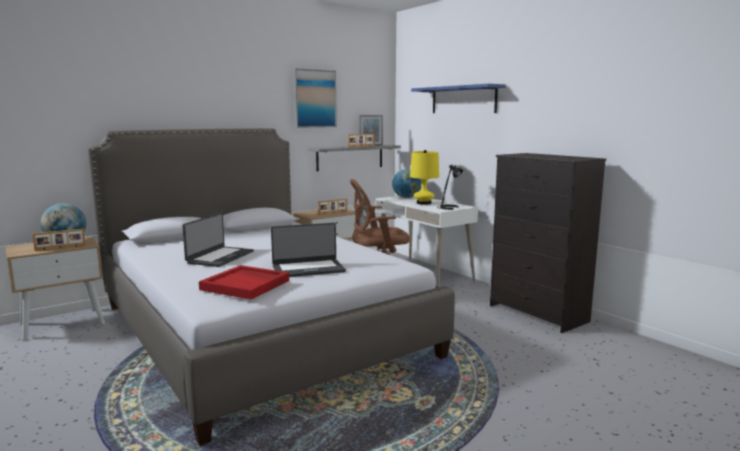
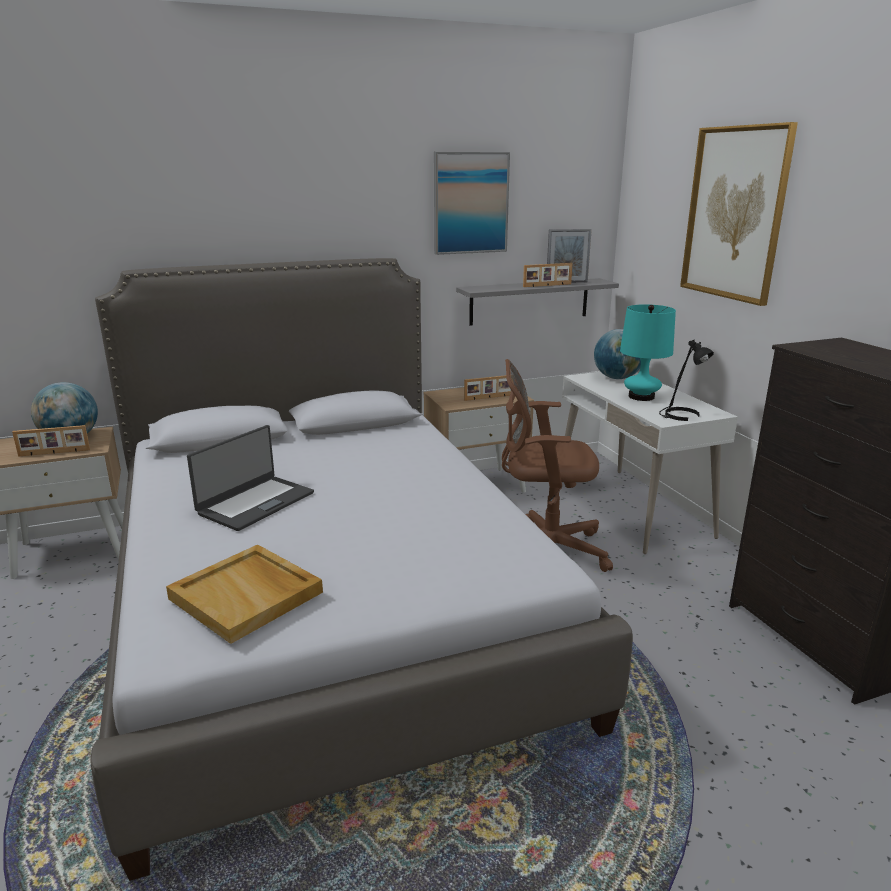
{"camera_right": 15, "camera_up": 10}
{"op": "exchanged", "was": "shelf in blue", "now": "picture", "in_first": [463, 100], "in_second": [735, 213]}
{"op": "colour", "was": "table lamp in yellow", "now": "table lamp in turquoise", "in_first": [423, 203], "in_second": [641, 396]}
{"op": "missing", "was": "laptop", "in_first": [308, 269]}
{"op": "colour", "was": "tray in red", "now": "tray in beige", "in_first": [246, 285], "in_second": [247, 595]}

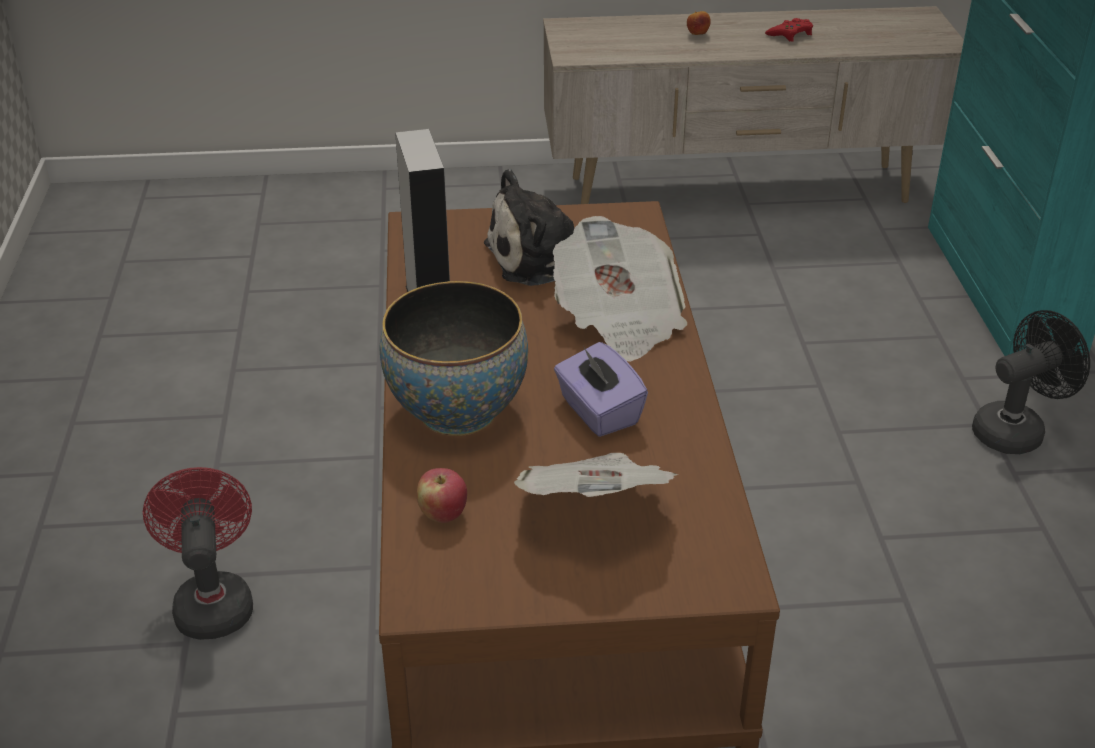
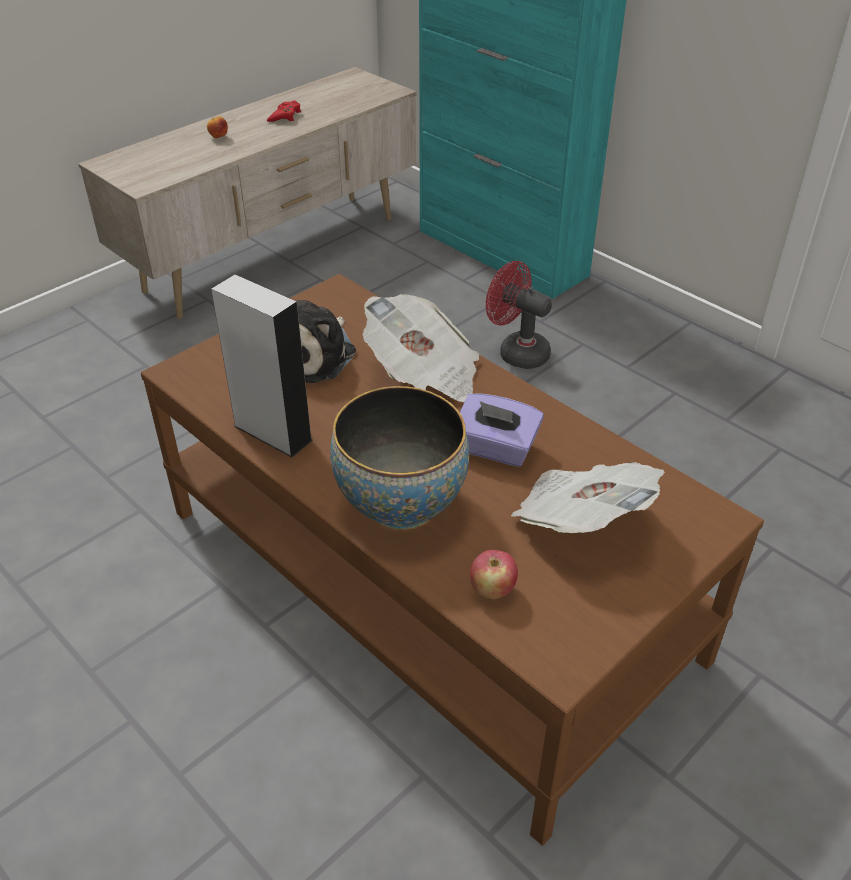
{"camera_right": -40, "camera_up": 5}
{"op": "missing", "was": "fan in black", "in_first": [1016, 430]}
{"op": "relocated", "was": "fan in red", "in_first": [213, 601], "in_second": [517, 351]}

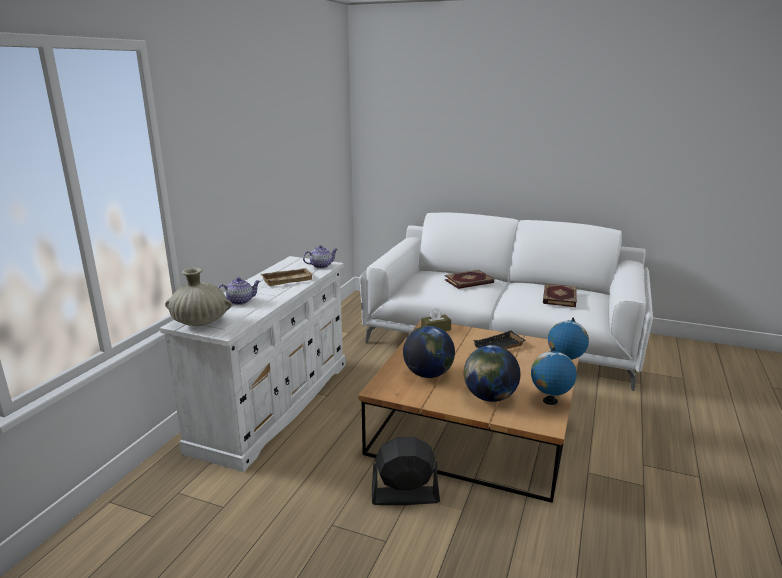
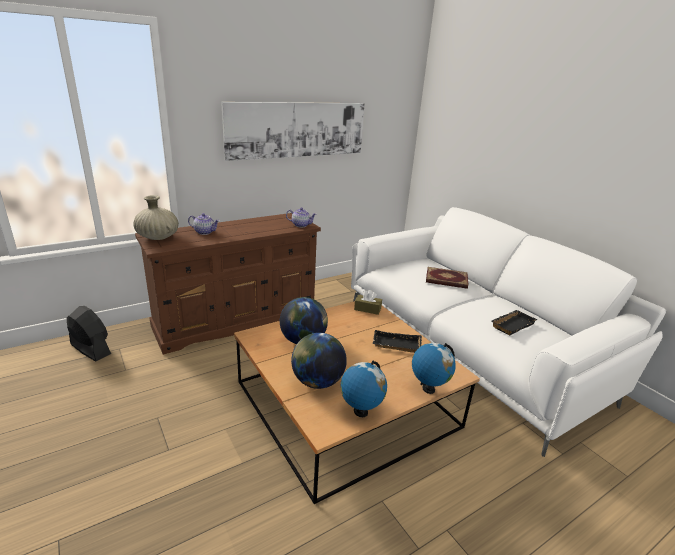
{"camera_right": 35, "camera_up": 5}
{"op": "colour", "was": "dresser in white", "now": "dresser in brown", "in_first": [274, 403], "in_second": [237, 319]}
{"op": "missing", "was": "tray in beige", "in_first": [287, 279]}
{"op": "exchanged", "was": "book", "now": "tray in black", "in_first": [558, 297], "in_second": [511, 324]}
{"op": "relocated", "was": "fan in black", "in_first": [405, 496], "in_second": [90, 349]}
{"op": "appeared", "now": "picture", "in_second": [297, 129]}

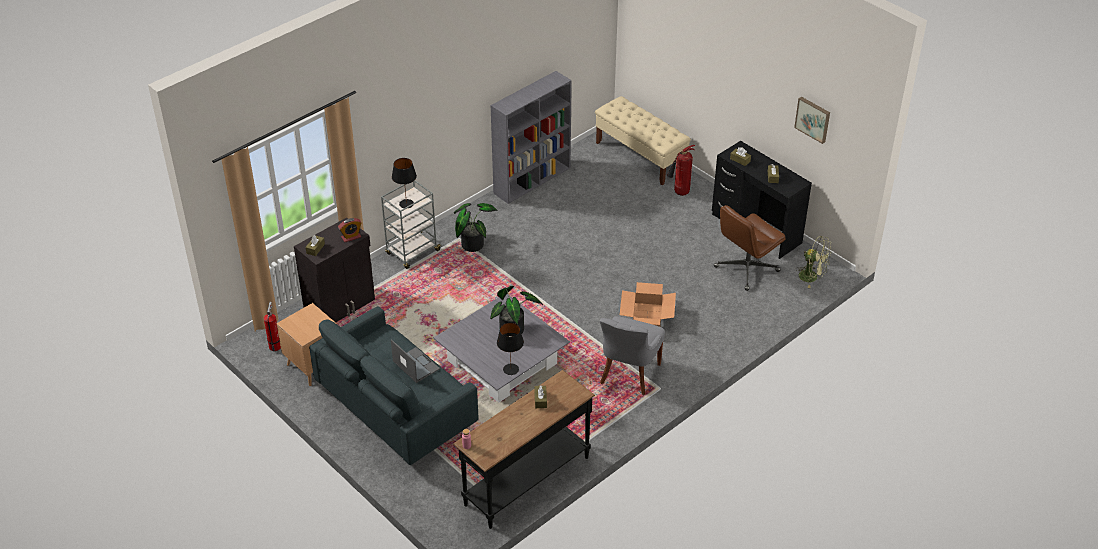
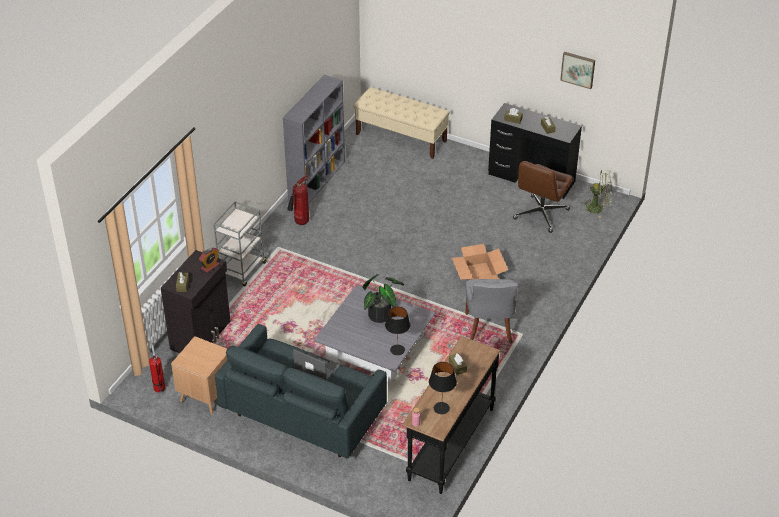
{"camera_right": -20, "camera_up": 0}
{"op": "relocated", "was": "fire extinguisher", "in_first": [680, 193], "in_second": [300, 223]}
{"op": "relocated", "was": "table lamp in black", "in_first": [406, 203], "in_second": [441, 408]}
{"op": "missing", "was": "potted plant", "in_first": [472, 243]}

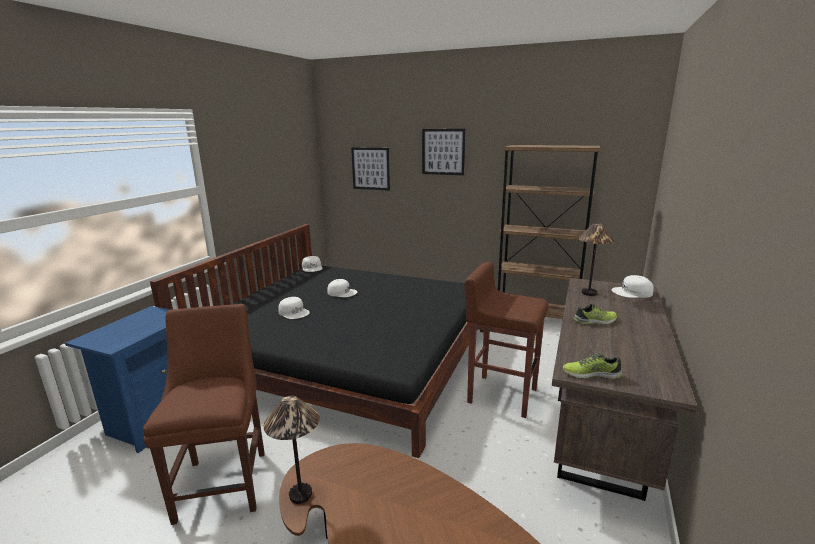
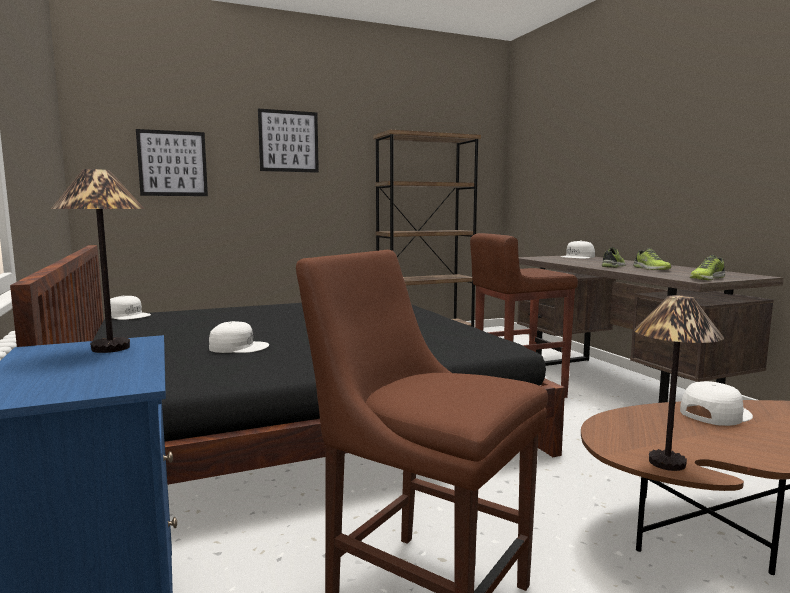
{"camera_right": -45, "camera_up": -10}
{"op": "relocated", "was": "table lamp", "in_first": [588, 293], "in_second": [110, 348]}
{"op": "relocated", "was": "cap in white", "in_first": [342, 292], "in_second": [714, 413]}
{"op": "appeared", "now": "shoe", "in_second": [650, 269]}

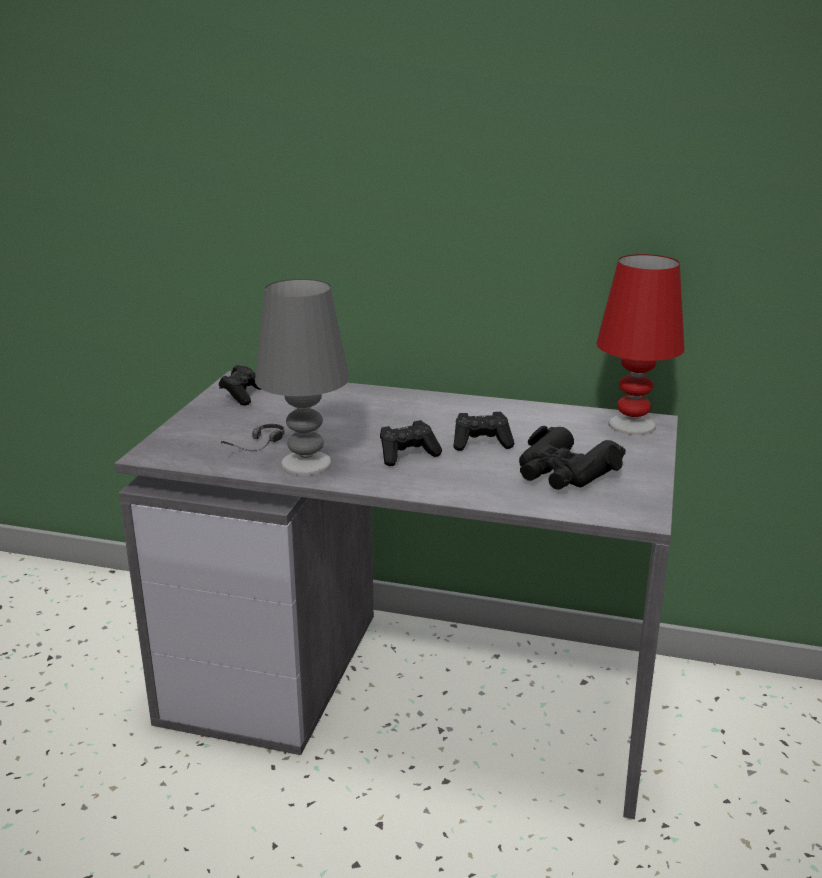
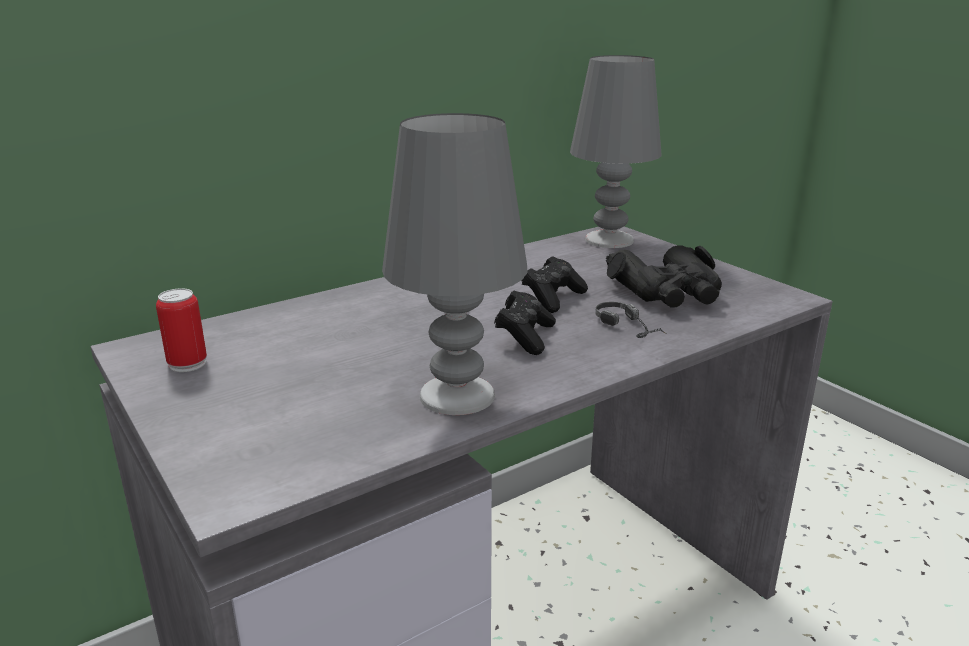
{"camera_right": -50, "camera_up": 0}
{"op": "colour", "was": "table lamp in red", "now": "table lamp in grey", "in_first": [631, 425], "in_second": [609, 240]}
{"op": "exchanged", "was": "game controller in black", "now": "can", "in_first": [243, 395], "in_second": [187, 363]}
{"op": "relocated", "was": "headphones", "in_first": [256, 448], "in_second": [636, 332]}

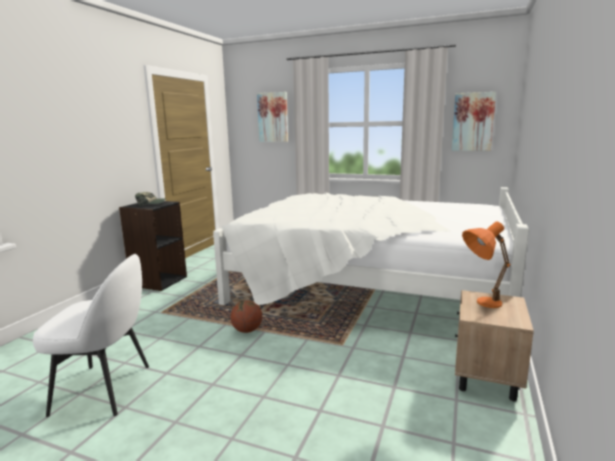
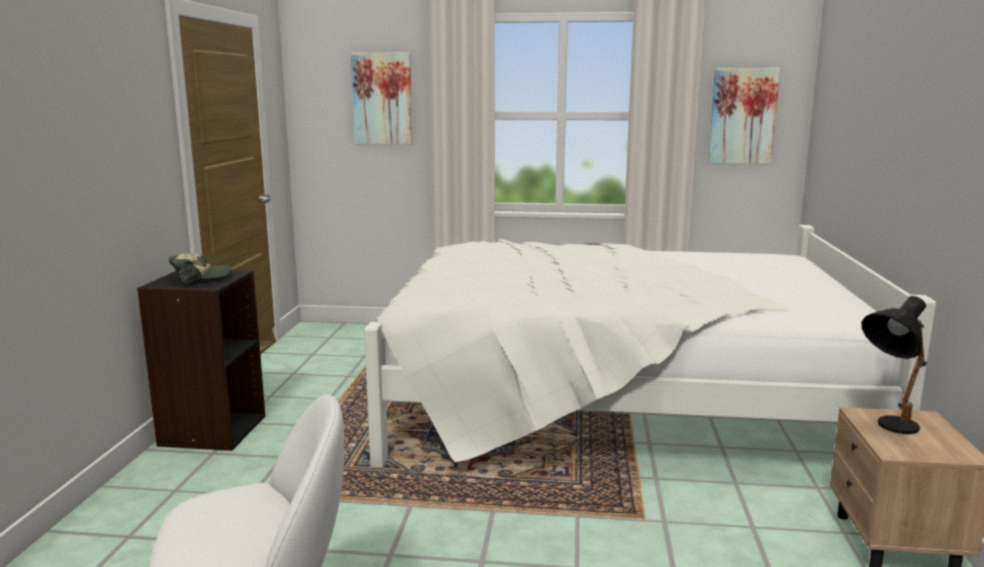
{"camera_right": -15, "camera_up": 0}
{"op": "colour", "was": "table lamp in orange", "now": "table lamp in black", "in_first": [480, 303], "in_second": [888, 428]}
{"op": "missing", "was": "basketball", "in_first": [247, 330]}

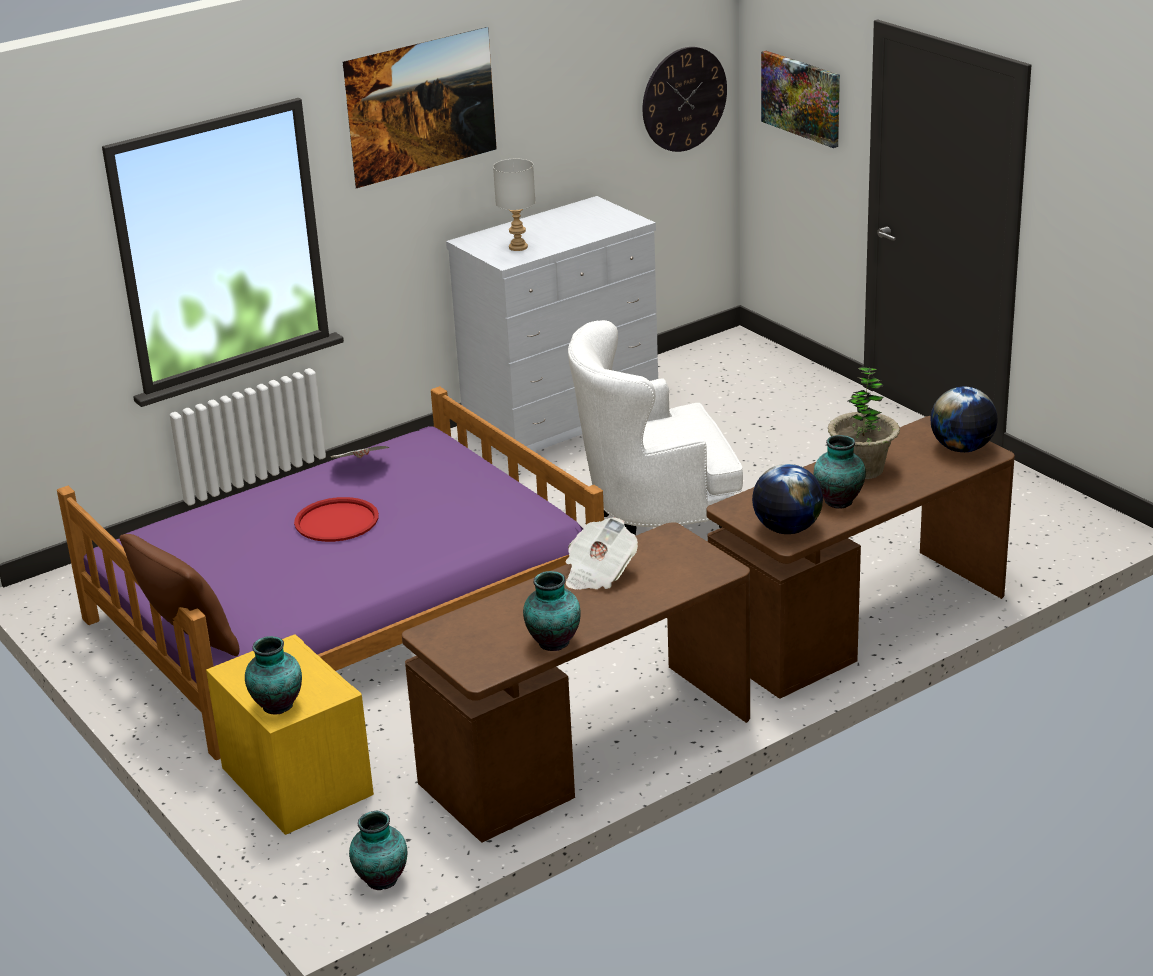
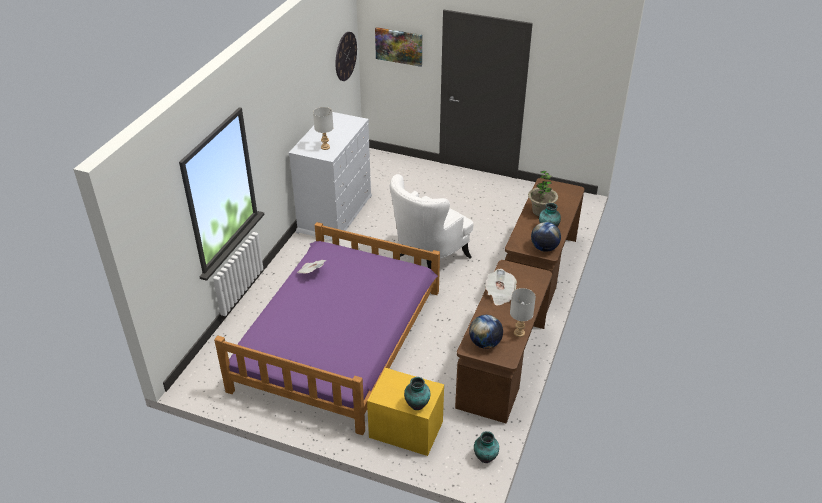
{"camera_right": -35, "camera_up": 10}
{"op": "missing", "was": "picture", "in_first": [424, 138]}
{"op": "relocated", "was": "globe", "in_first": [962, 448], "in_second": [485, 343]}
{"op": "missing", "was": "tray in red", "in_first": [336, 521]}
{"op": "missing", "was": "pillow in brown", "in_first": [188, 642]}
{"op": "exchanged", "was": "vase", "now": "table lamp in grey", "in_first": [553, 643], "in_second": [519, 333]}

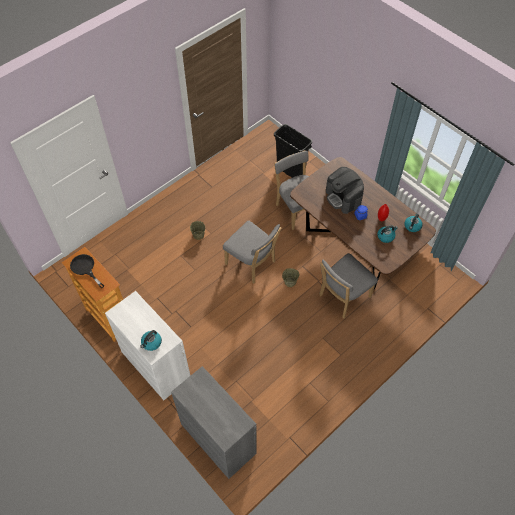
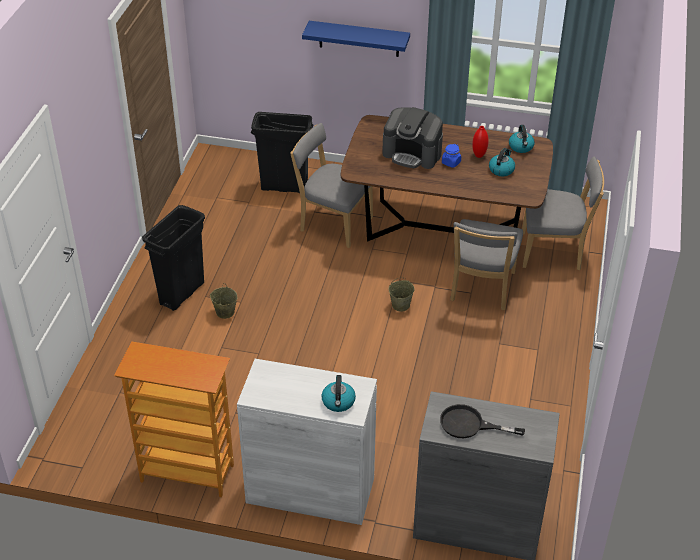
{"camera_right": -35, "camera_up": -15}
{"op": "relocated", "was": "chair in grey", "in_first": [252, 264], "in_second": [554, 252]}
{"op": "relocated", "was": "frying pan in black", "in_first": [85, 268], "in_second": [469, 425]}
{"op": "appeared", "now": "shelf in blue", "in_second": [359, 39]}
{"op": "appeared", "now": "trash can in black", "in_second": [182, 293]}

